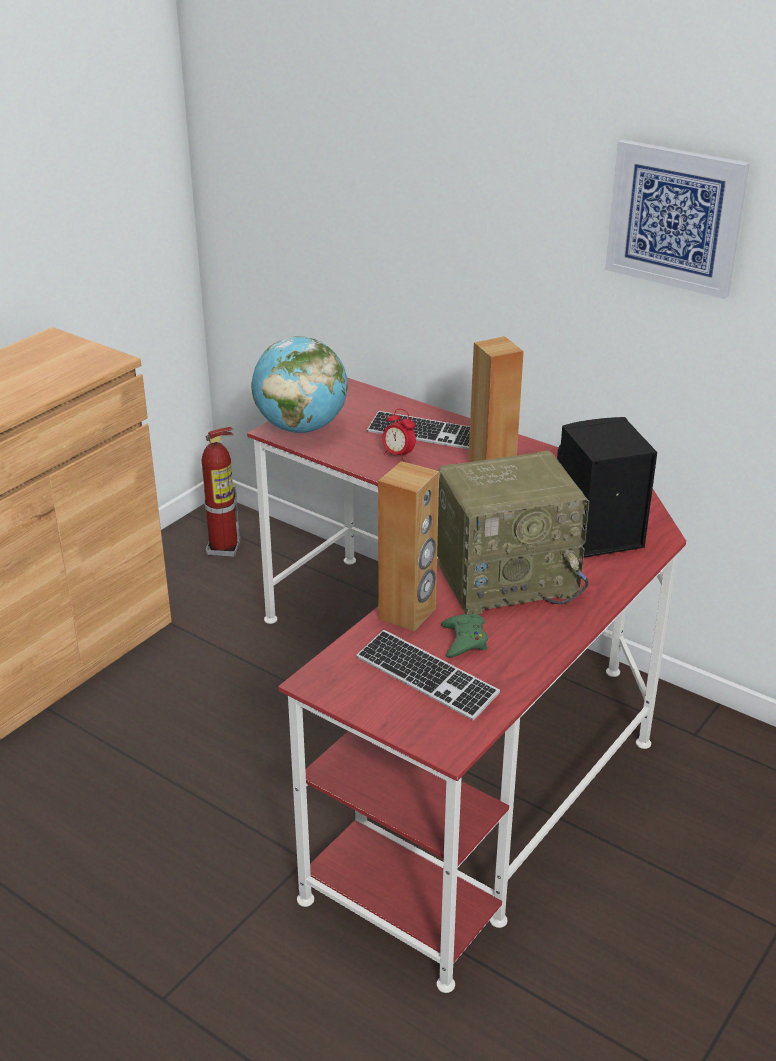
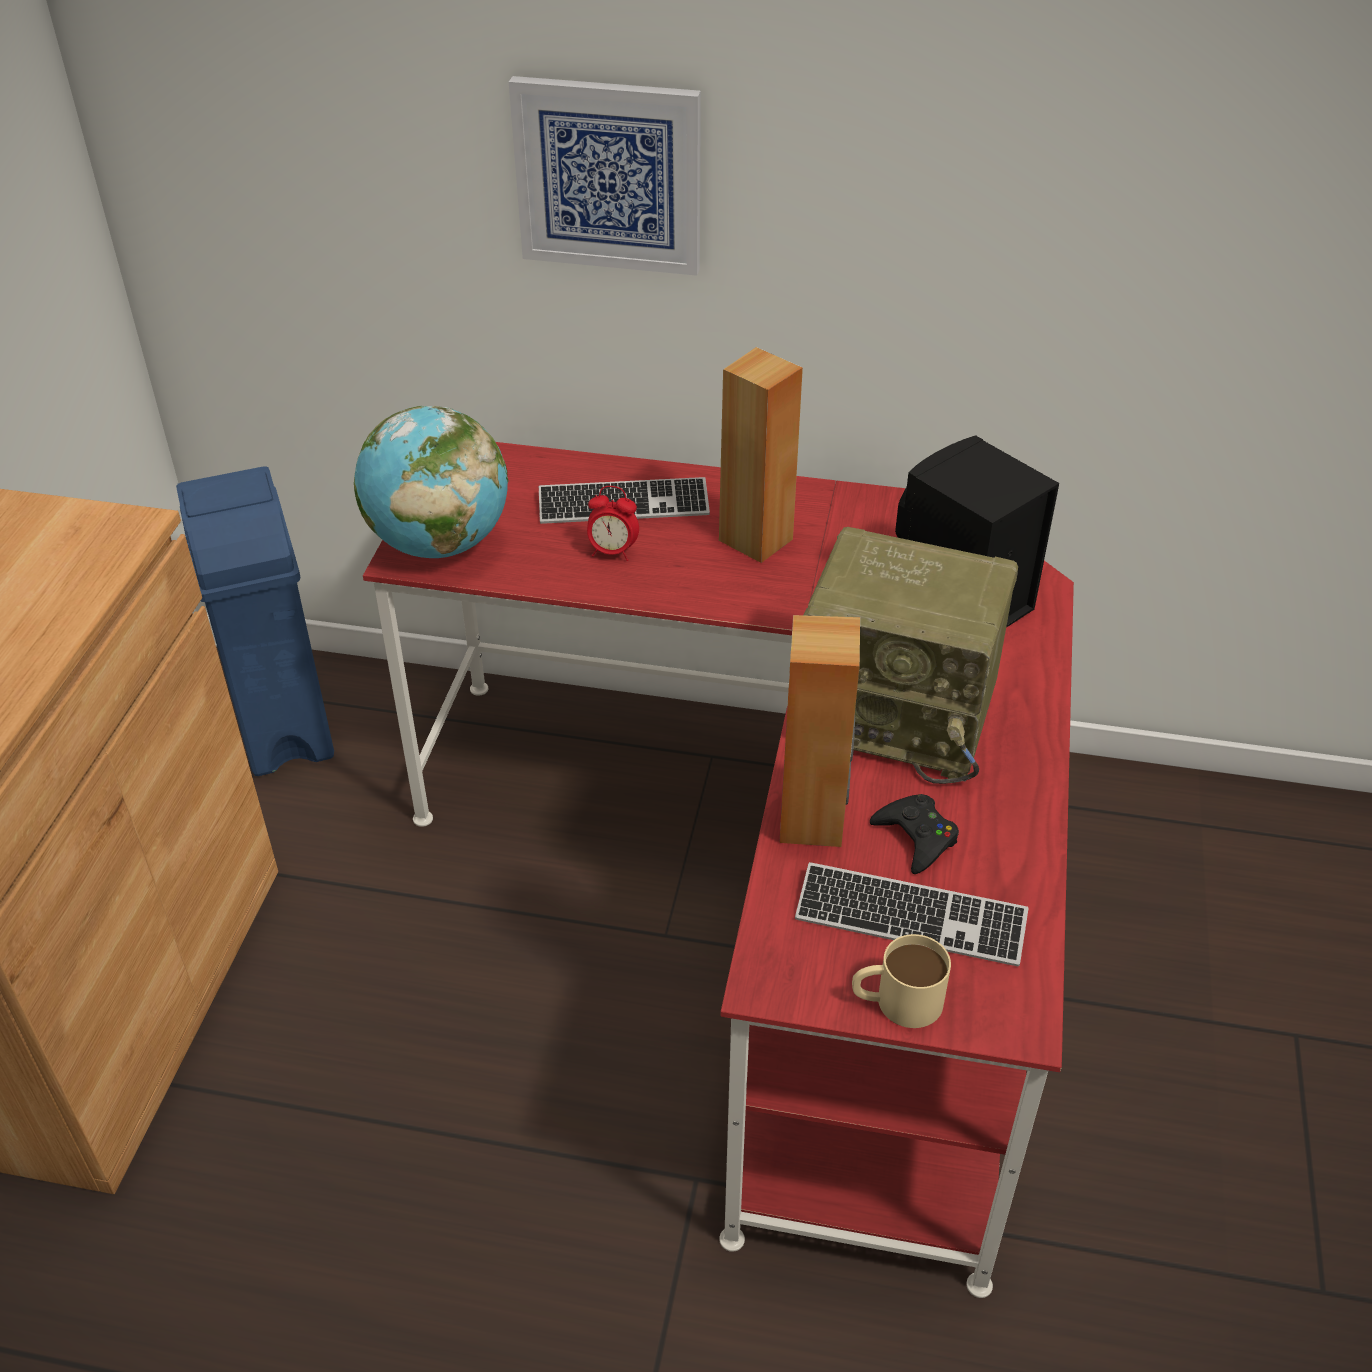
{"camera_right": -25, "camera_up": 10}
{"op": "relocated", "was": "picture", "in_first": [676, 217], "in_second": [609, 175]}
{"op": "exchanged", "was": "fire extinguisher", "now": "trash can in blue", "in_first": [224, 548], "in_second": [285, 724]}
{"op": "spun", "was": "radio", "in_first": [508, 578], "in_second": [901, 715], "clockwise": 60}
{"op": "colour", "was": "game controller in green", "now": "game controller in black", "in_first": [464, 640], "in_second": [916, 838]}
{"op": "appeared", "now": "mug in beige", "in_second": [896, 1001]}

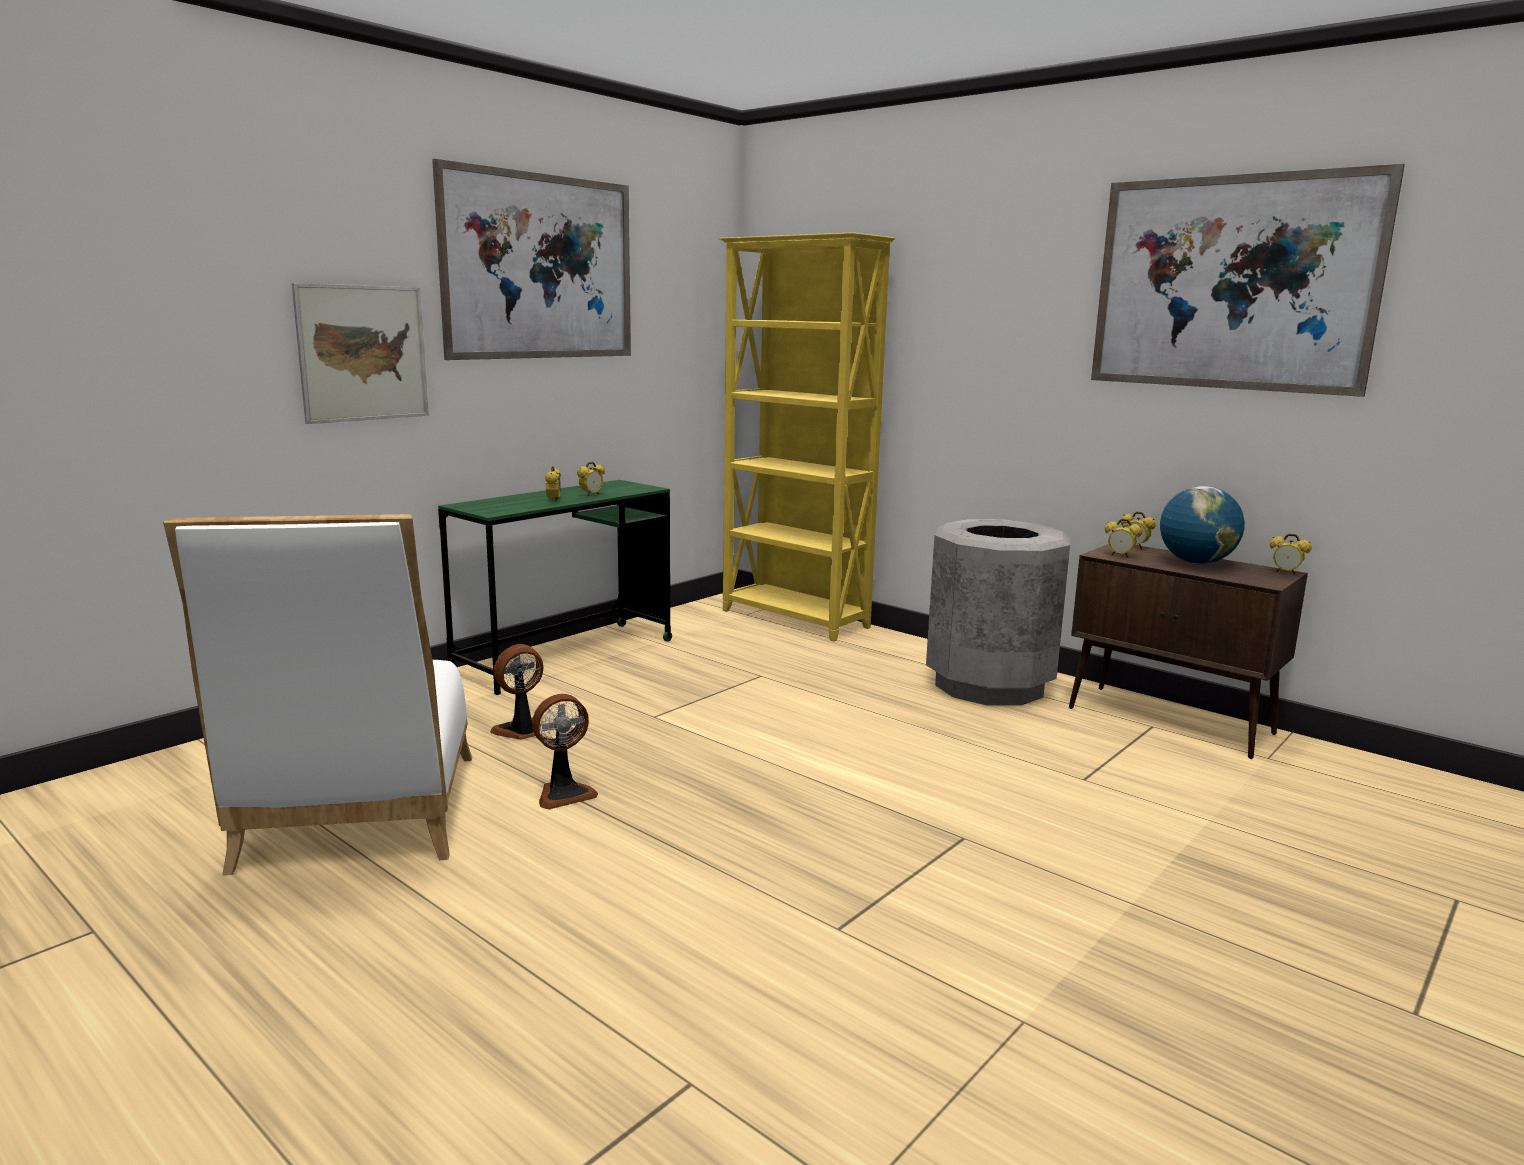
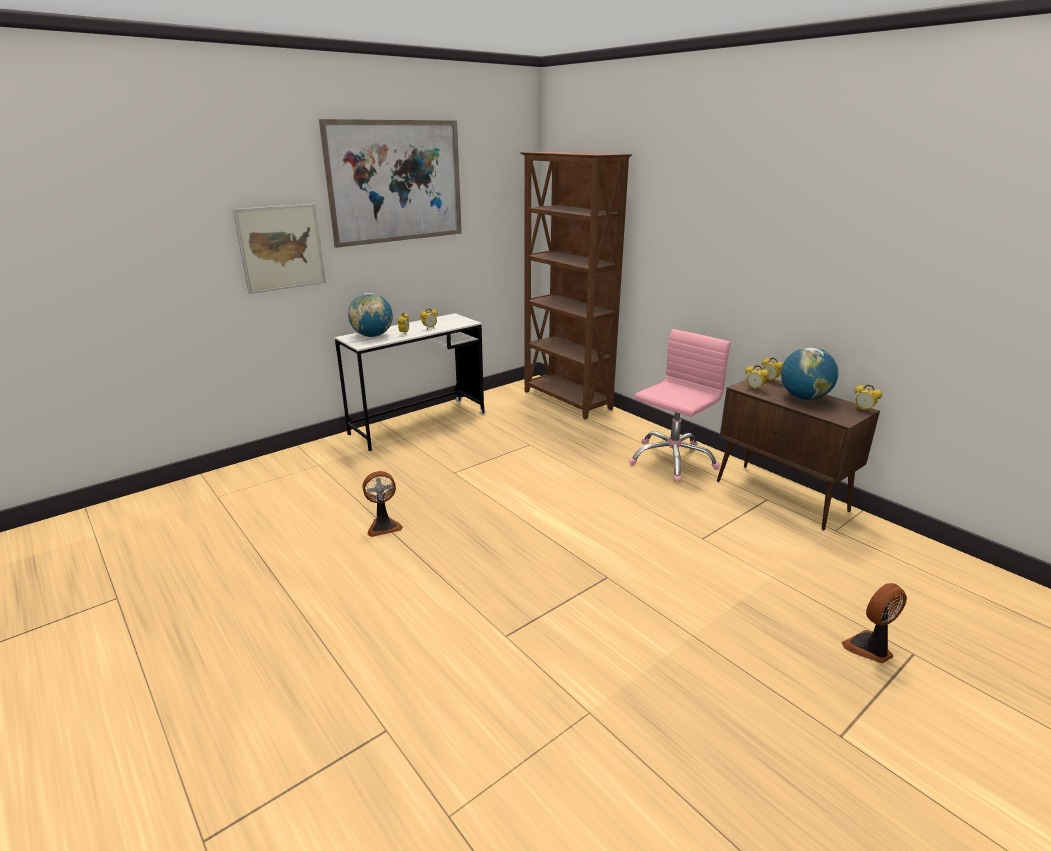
{"camera_right": 10, "camera_up": 10}
{"op": "missing", "was": "picture", "in_first": [1231, 283]}
{"op": "colour", "was": "bookcase in yellow", "now": "bookcase in brown", "in_first": [794, 619], "in_second": [567, 401]}
{"op": "colour", "was": "desk in green", "now": "desk in white", "in_first": [566, 656], "in_second": [418, 424]}
{"op": "missing", "was": "chair in white", "in_first": [357, 819]}
{"op": "exchanged", "was": "trash can in grey", "now": "office chair in pink", "in_first": [989, 685], "in_second": [672, 459]}
{"op": "relocated", "was": "fan", "in_first": [520, 731], "in_second": [870, 648]}
{"op": "appeared", "now": "globe", "in_second": [372, 336]}

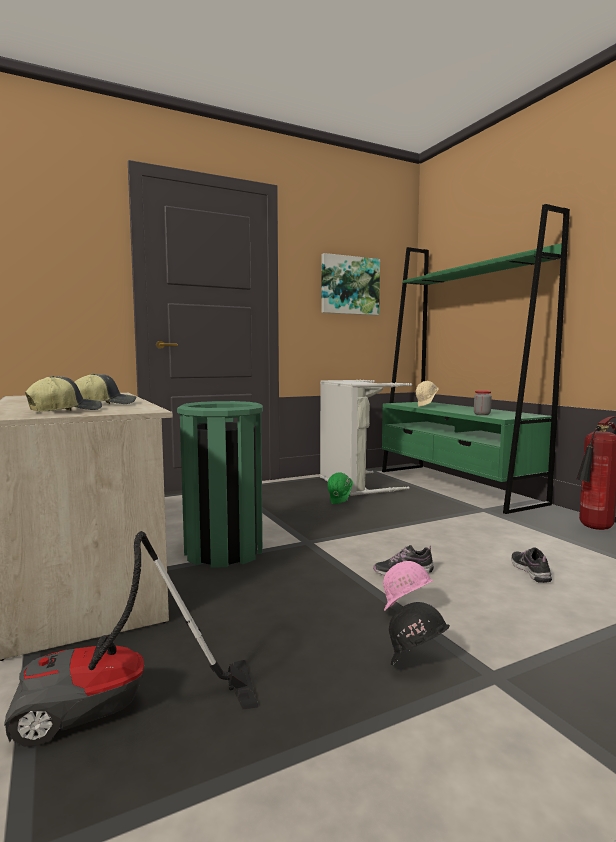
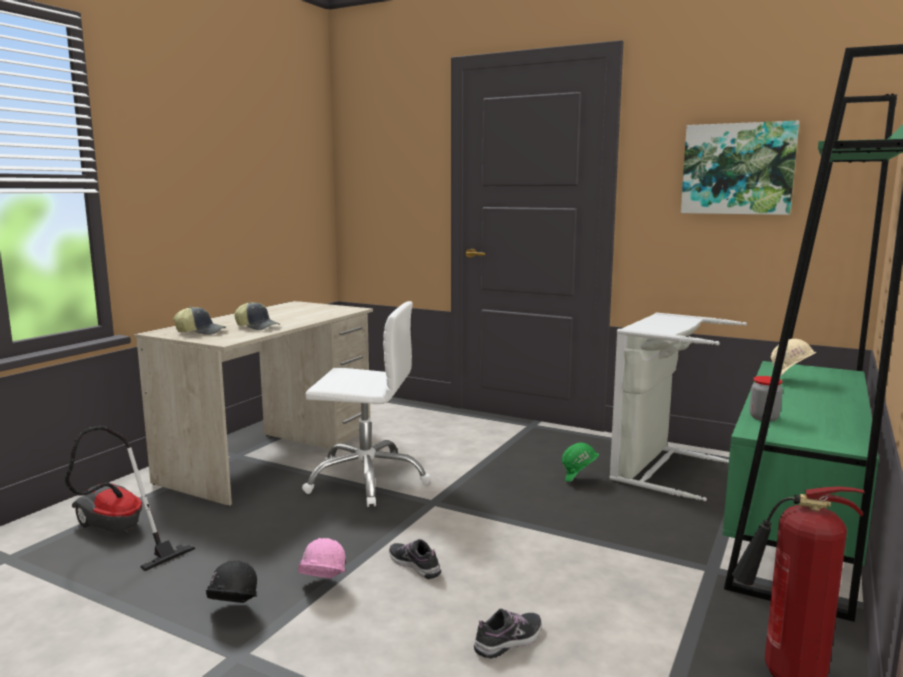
{"camera_right": 55, "camera_up": 5}
{"op": "exchanged", "was": "trash can in green", "now": "office chair in white", "in_first": [224, 551], "in_second": [367, 479]}

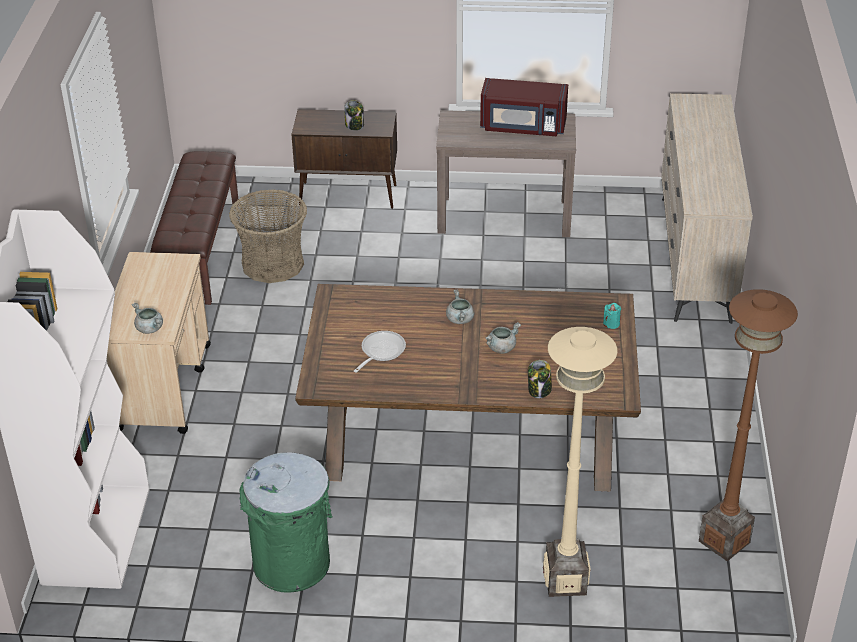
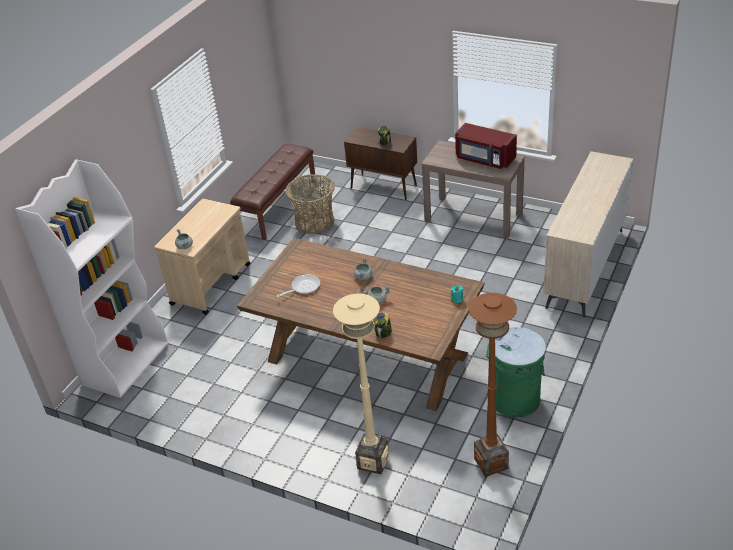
{"camera_right": 25, "camera_up": 0}
{"op": "relocated", "was": "trash can in green", "in_first": [292, 564], "in_second": [515, 400]}

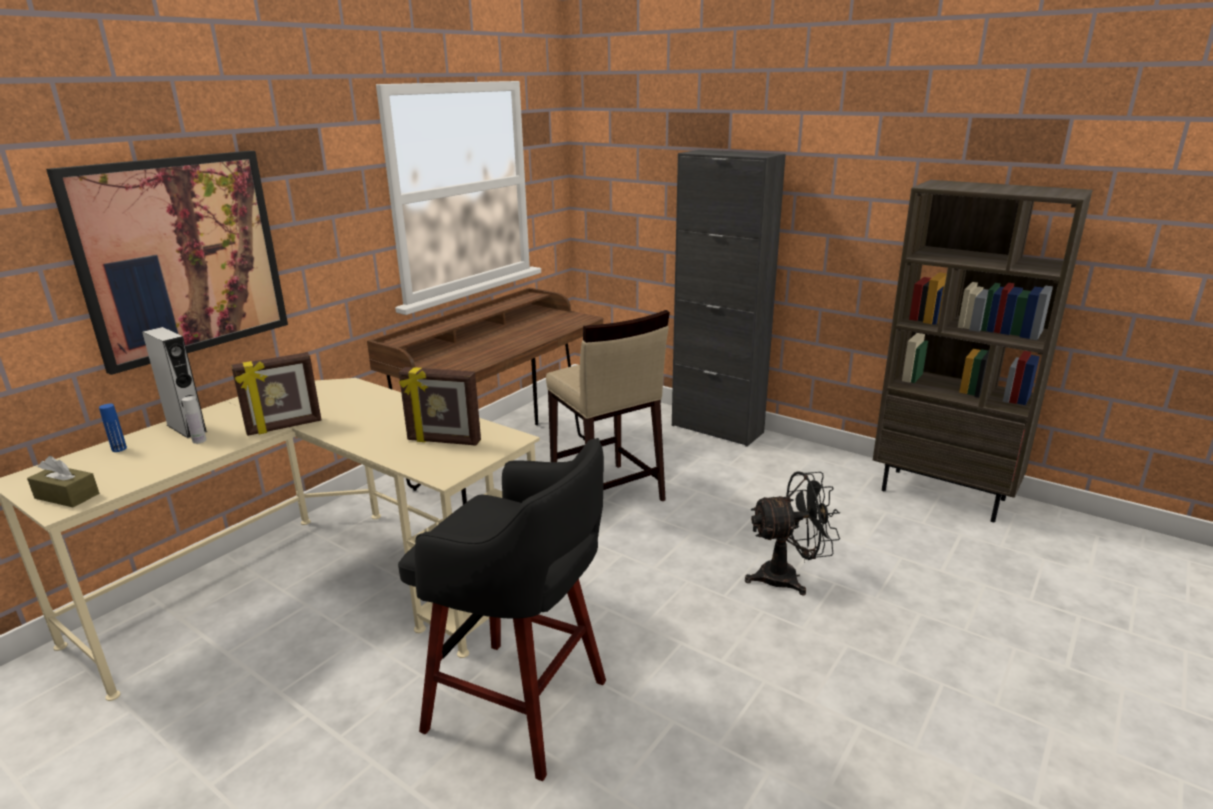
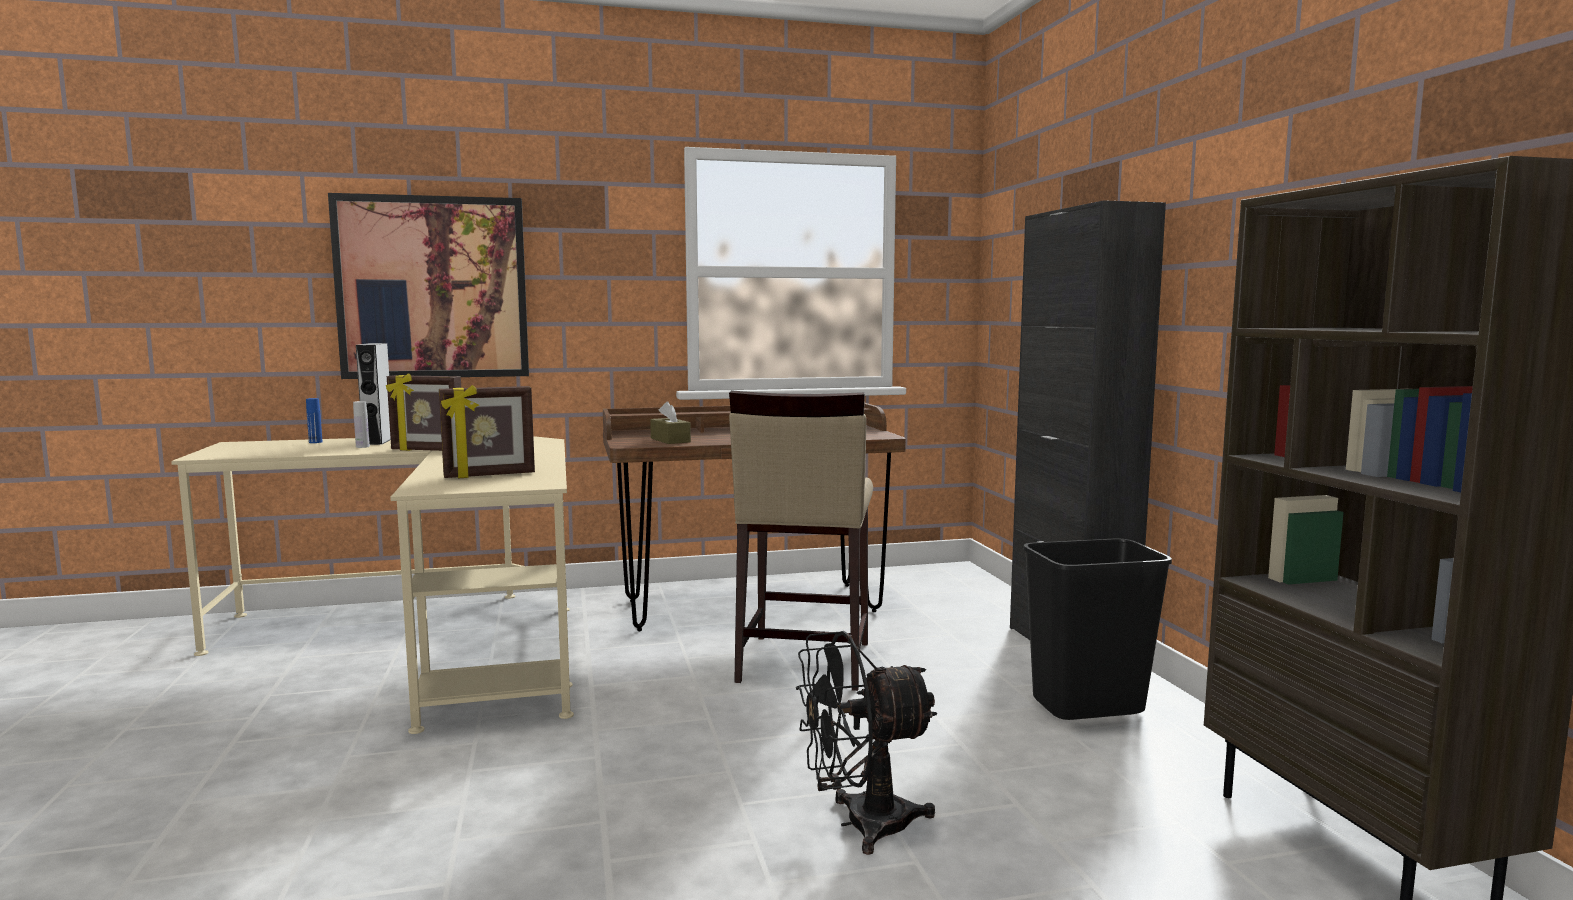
{"camera_right": 40, "camera_up": -15}
{"op": "spun", "was": "picture frame", "in_first": [443, 441], "in_second": [489, 475], "clockwise": -75}
{"op": "missing", "was": "stool in black", "in_first": [521, 708]}
{"op": "relocated", "was": "tissue box in brown", "in_first": [67, 496], "in_second": [670, 440]}
{"op": "spun", "was": "fan in black", "in_first": [788, 577], "in_second": [860, 824], "clockwise": 135}
{"op": "appeared", "now": "trash can in black", "in_second": [1087, 707]}

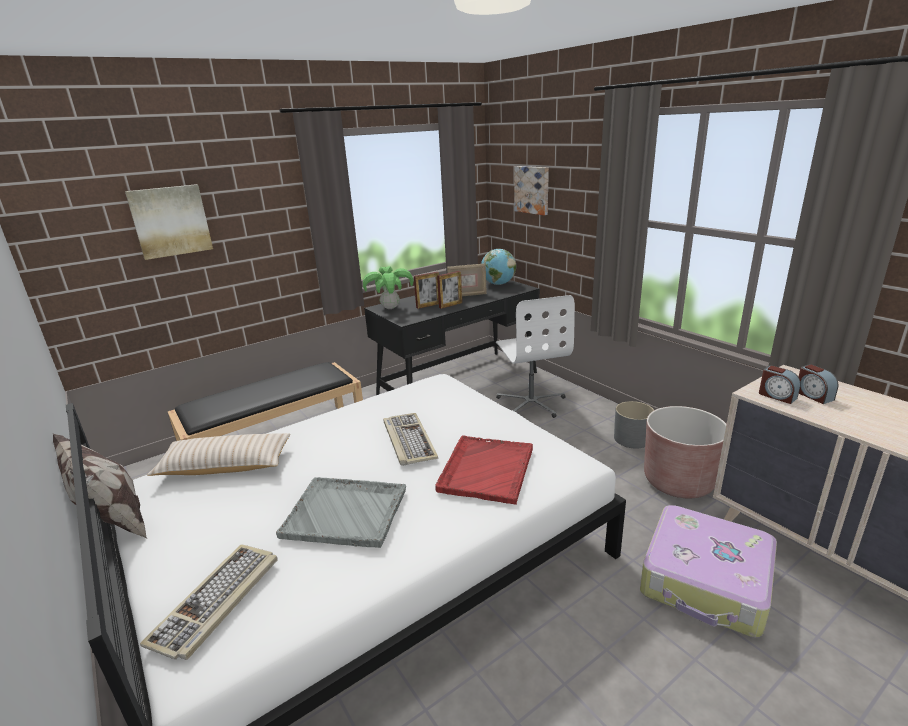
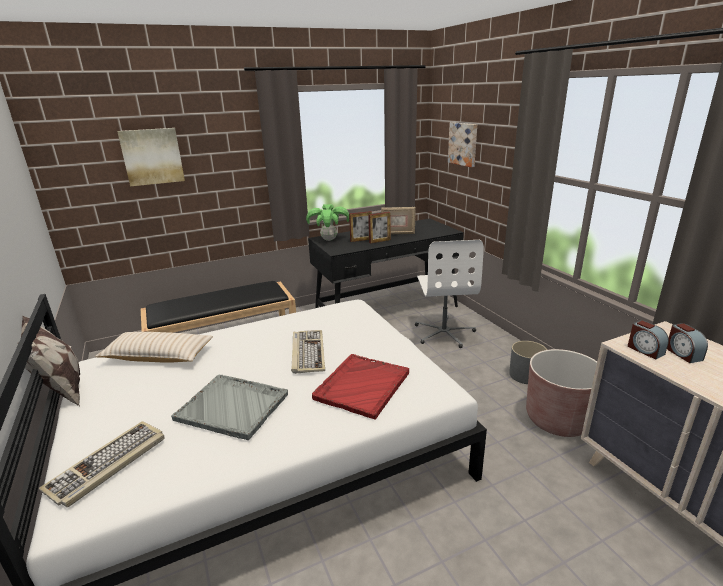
{"camera_right": 10, "camera_up": 0}
{"op": "missing", "was": "globe", "in_first": [498, 284]}
{"op": "missing", "was": "suitcase", "in_first": [706, 582]}

